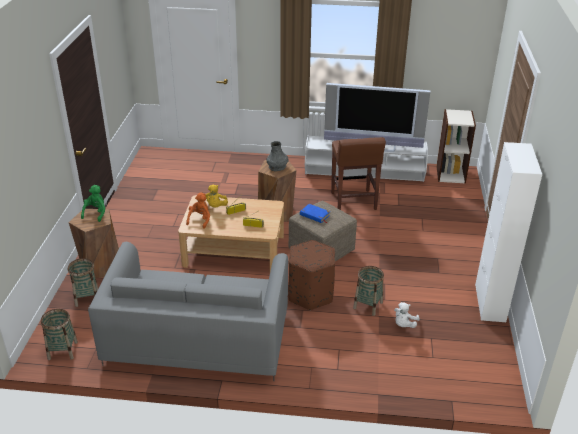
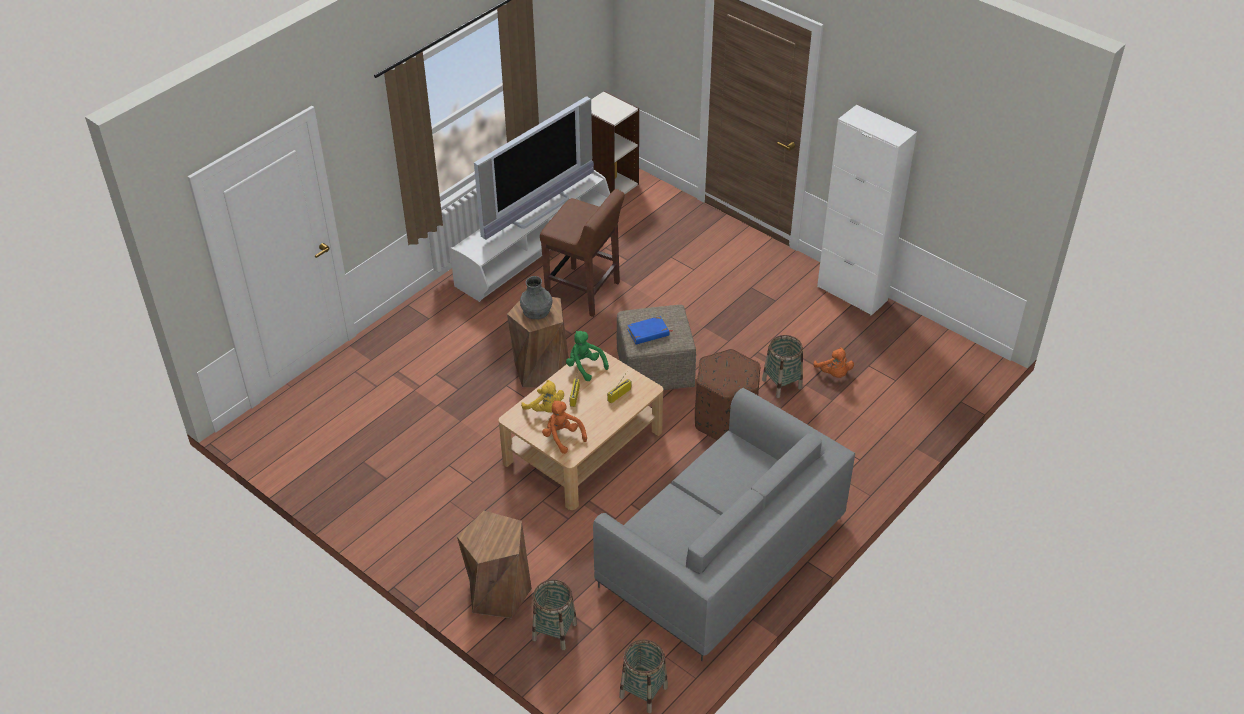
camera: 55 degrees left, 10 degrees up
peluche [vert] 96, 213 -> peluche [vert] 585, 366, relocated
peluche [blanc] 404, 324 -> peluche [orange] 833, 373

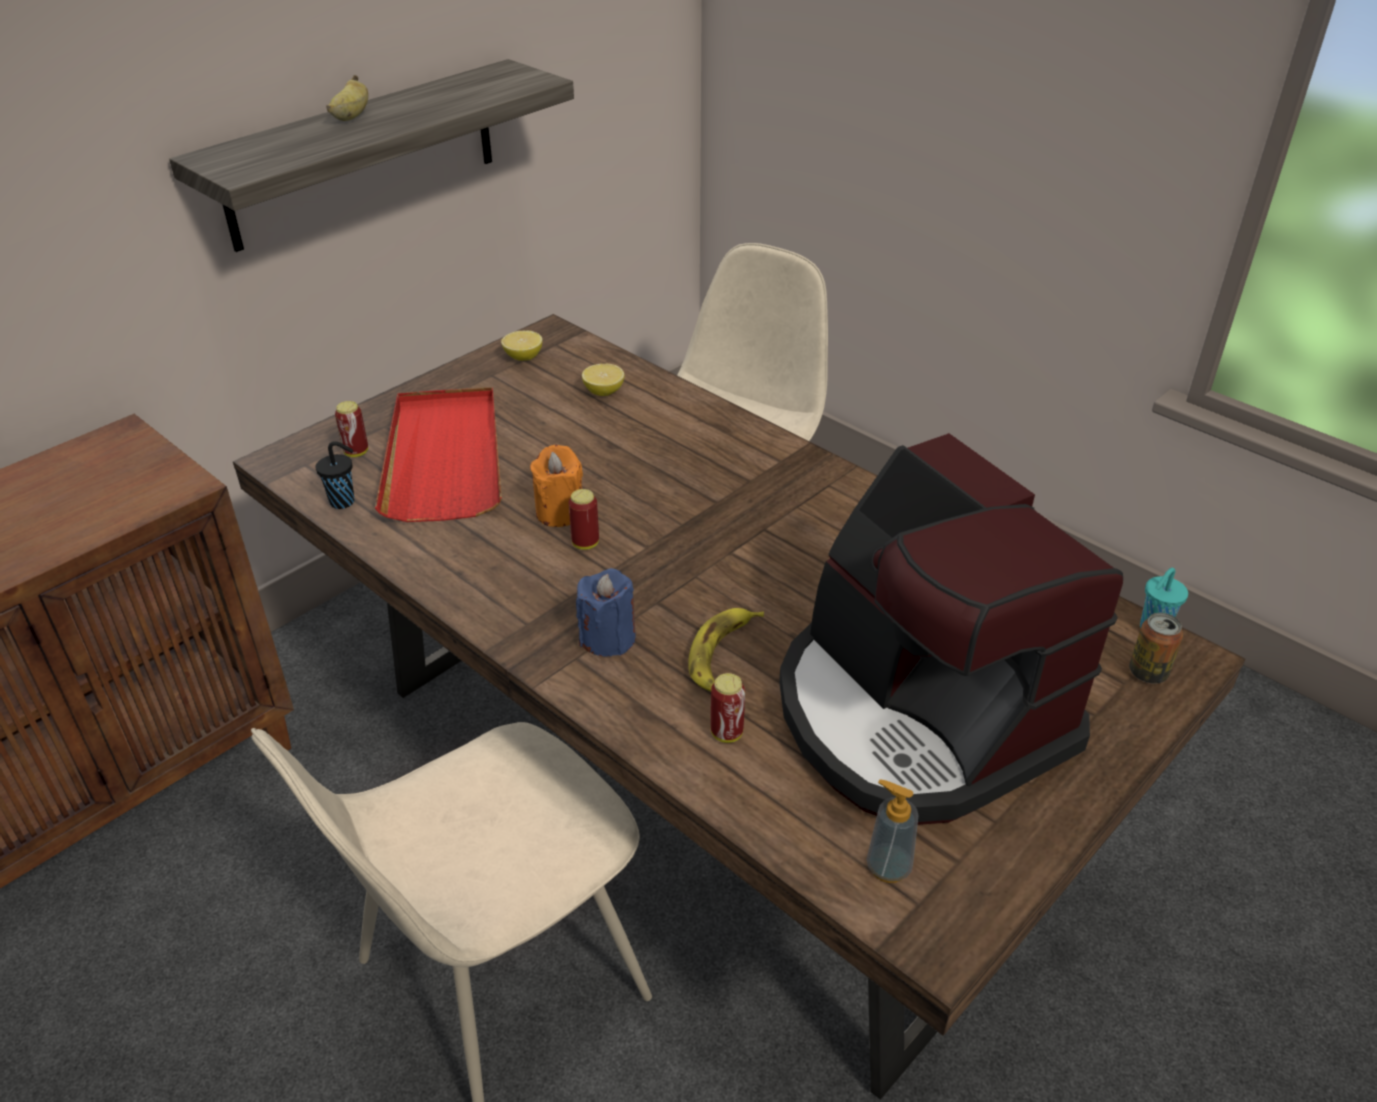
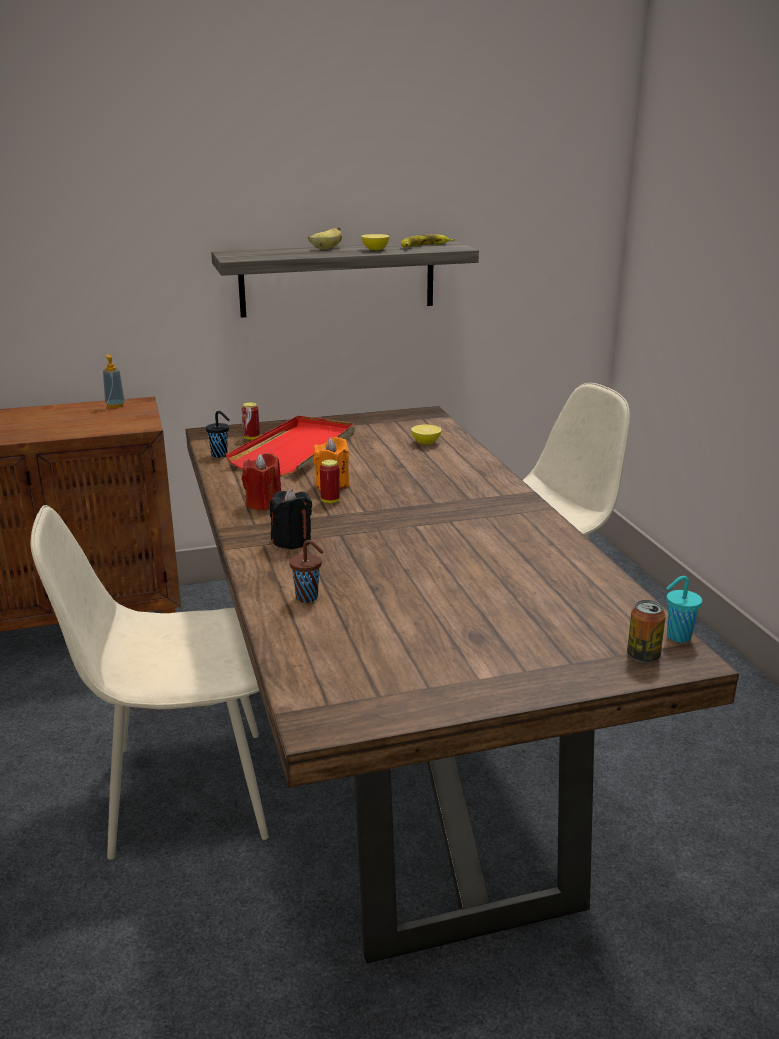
camera: 30 degrees right, 15 degrees down
machine à café 916, 716 -> none
none -> bougie [rouge] 263, 503
citron 523, 357 -> citron 375, 249, relocated
banane 722, 654 -> banane 424, 246, relocated
distributeur de savon 888, 867 -> distributeur de savon 115, 405, relocated
boîte métallique 726, 733 -> tasse [marron] 308, 598
bougie [bleu] 608, 638 -> bougie [noir] 291, 541

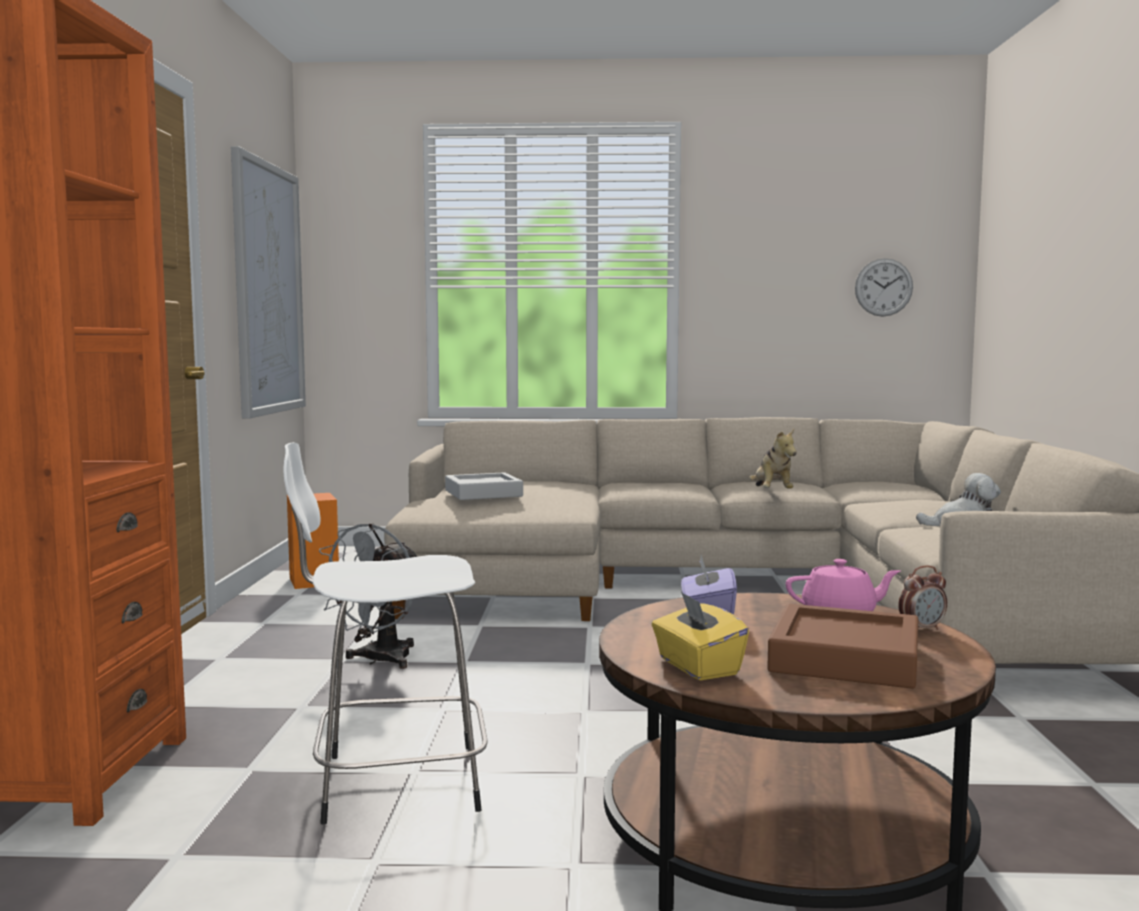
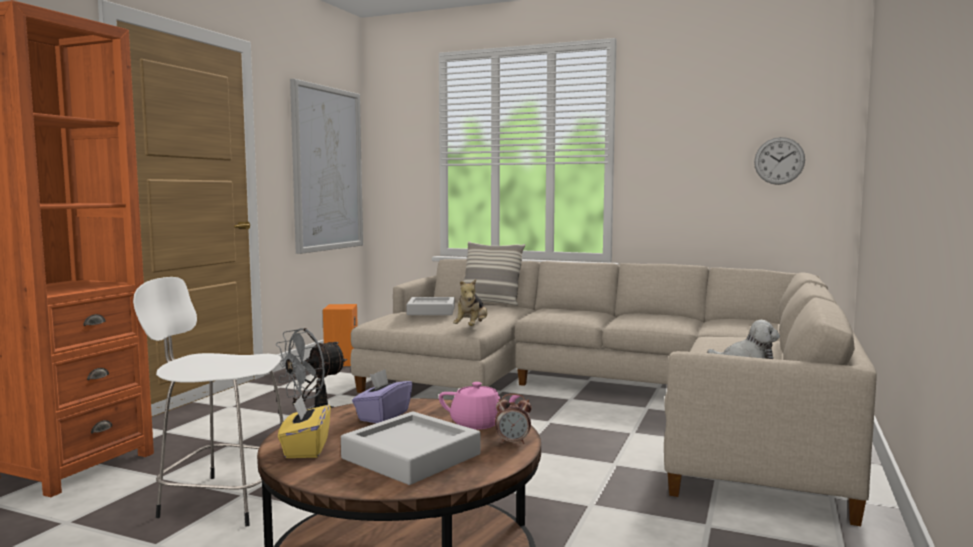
camera: 20 degrees right, 0 degrees up
none -> coussin 490, 303
peluche 772, 493 -> peluche 471, 328, relocated
plateau [marron] 845, 658 -> plateau [gris] 411, 456

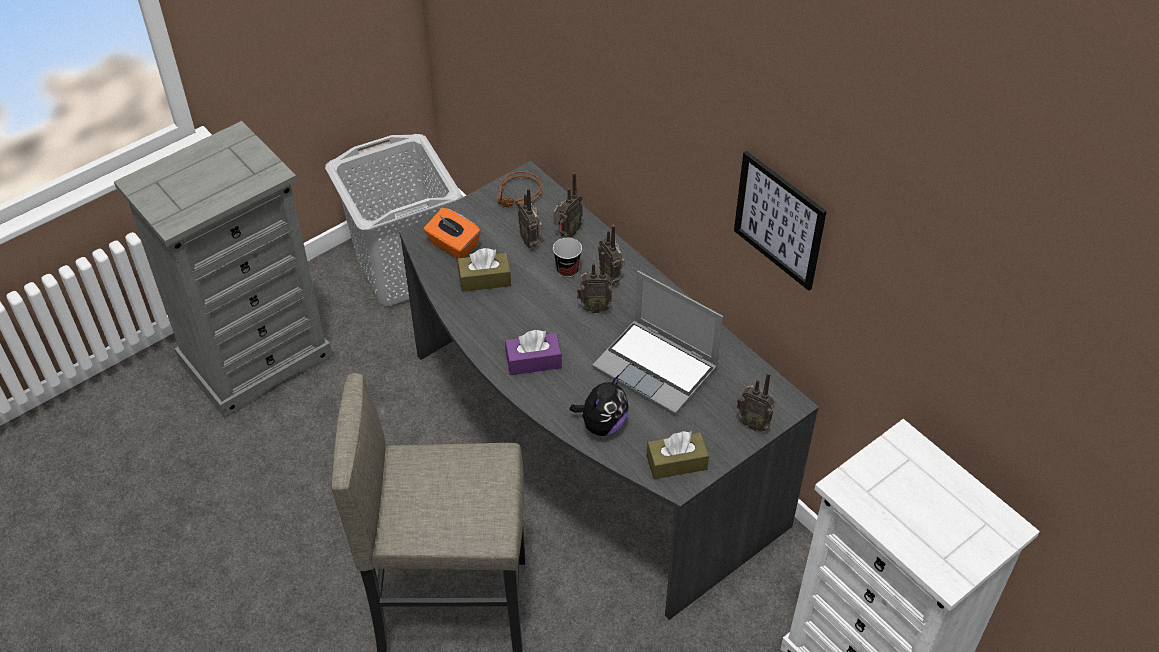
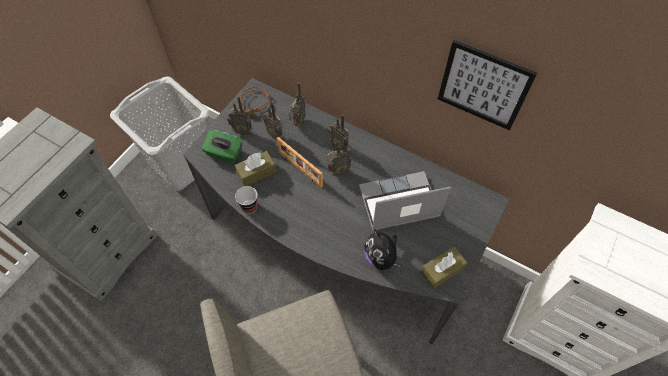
camera: 20 degrees left, 10 degrees up
boîte à mouchoirs [violet] 533, 361 -> none
none -> cadre photo 299, 169
tasse 567, 270 -> tasse 249, 207, relocated
radio 753, 423 -> radio 242, 131, relocated
boîte à mouchoirs [orange] 453, 245 -> boîte à mouchoirs [vert] 224, 153
peluche 602, 424 -> peluche 381, 258, 135 degrees clockwise
ordinateur portable 657, 368 -> ordinateur portable 398, 203, 150 degrees clockwise

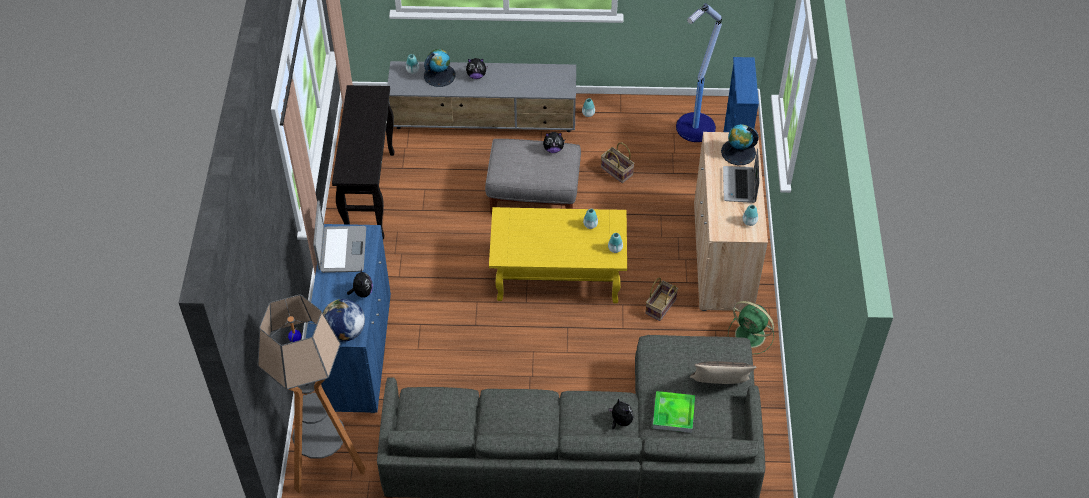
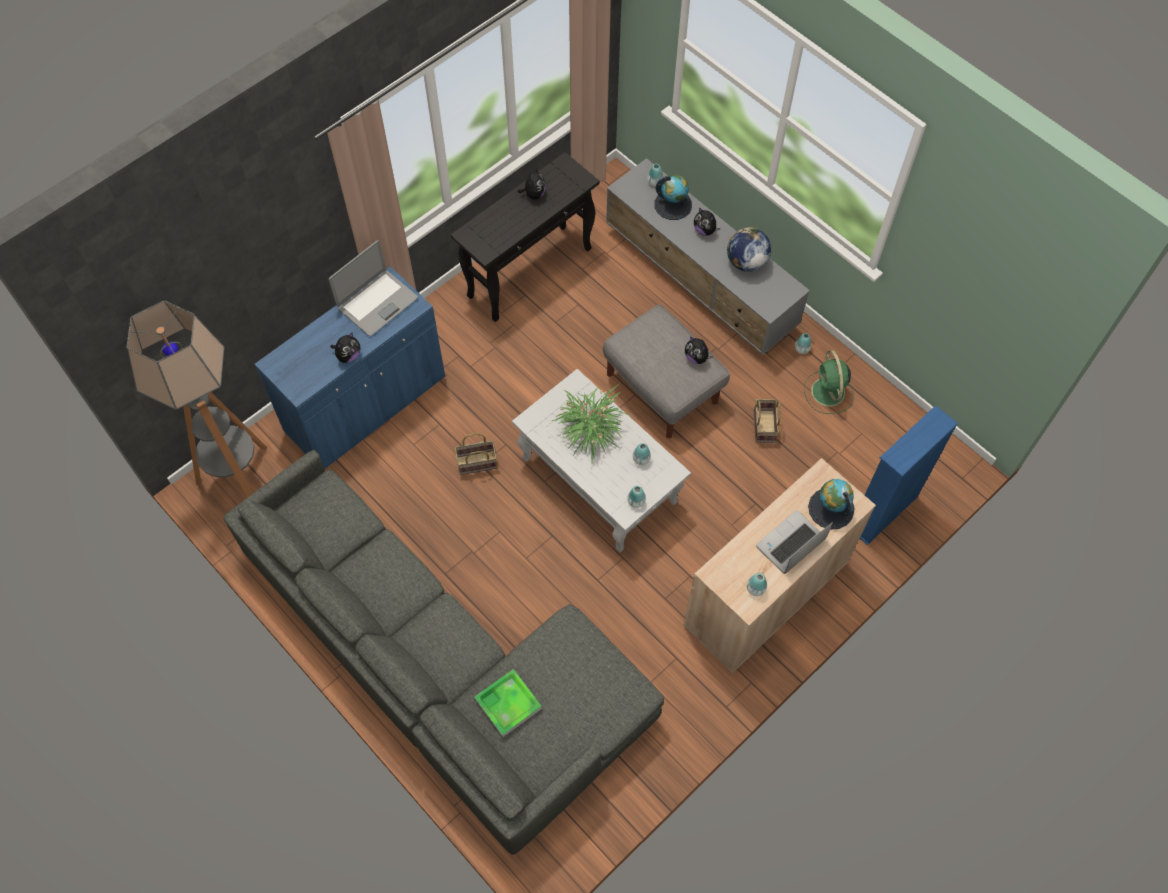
camera: 45 degrees right, 10 degrees up
lampadaire 694, 128 -> none
coussin 719, 386 -> none
none -> plante en pot 590, 429
globe 345, 332 -> globe 746, 262, relocated
peluche 620, 421 -> peluche 534, 194, relocated
panier 661, 307 -> panier 476, 464, relocated
ventilateur [vert] 751, 336 -> ventilateur [vert] 828, 393, relocated
table basse [jaune] 557, 275 -> table basse [blanc] 598, 479

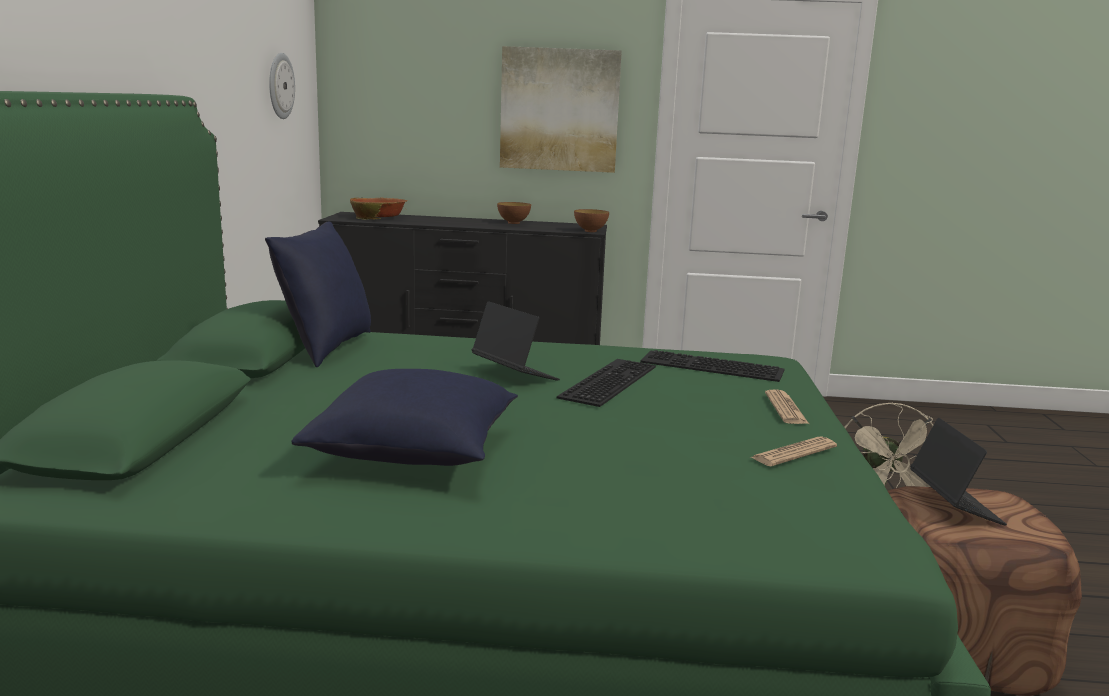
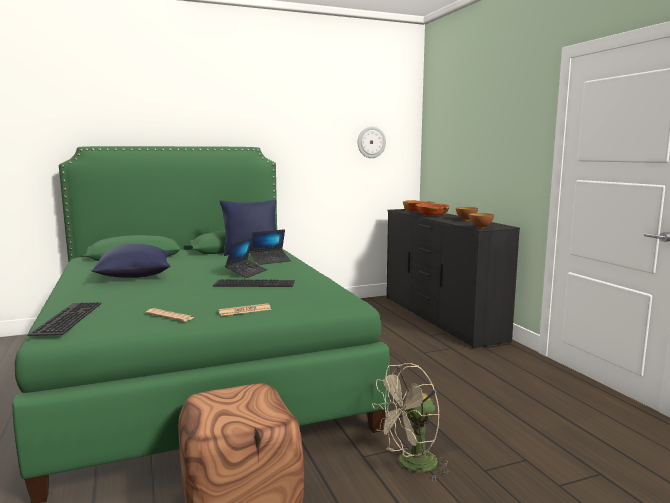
camera: 65 degrees right, 5 degrees down
tableau 559, 110 -> none
none -> bol 431, 215
clavier 710, 366 -> clavier 66, 318, relocated
ordinateur portable 954, 505 -> ordinateur portable 270, 261, relocated

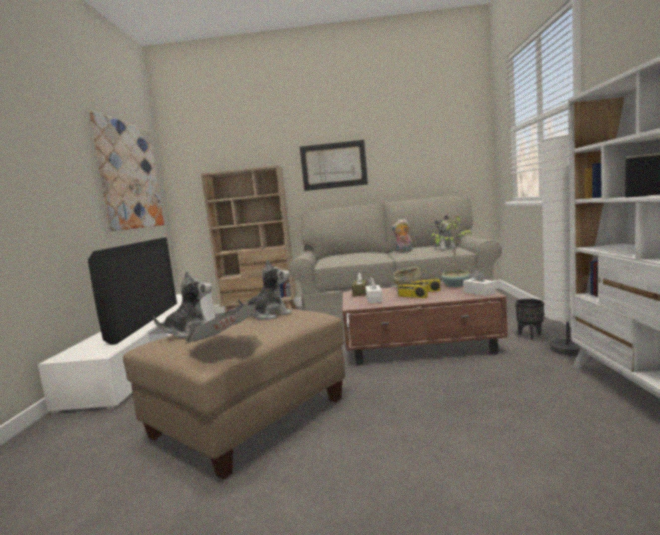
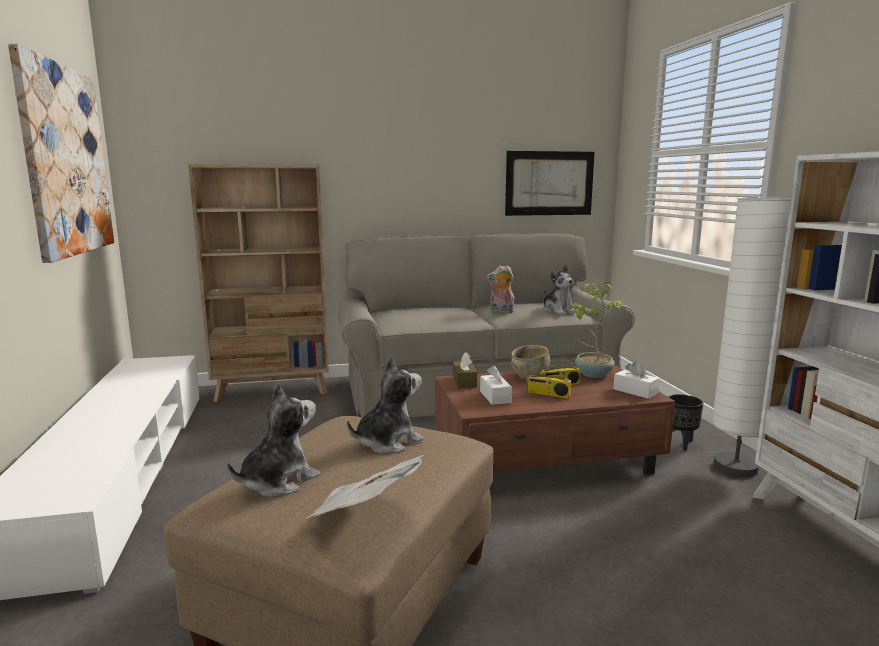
camera: 15 degrees left, 5 degrees up
téléviseur 143, 321 -> none
tableau 333, 165 -> tableau 549, 183, relocated

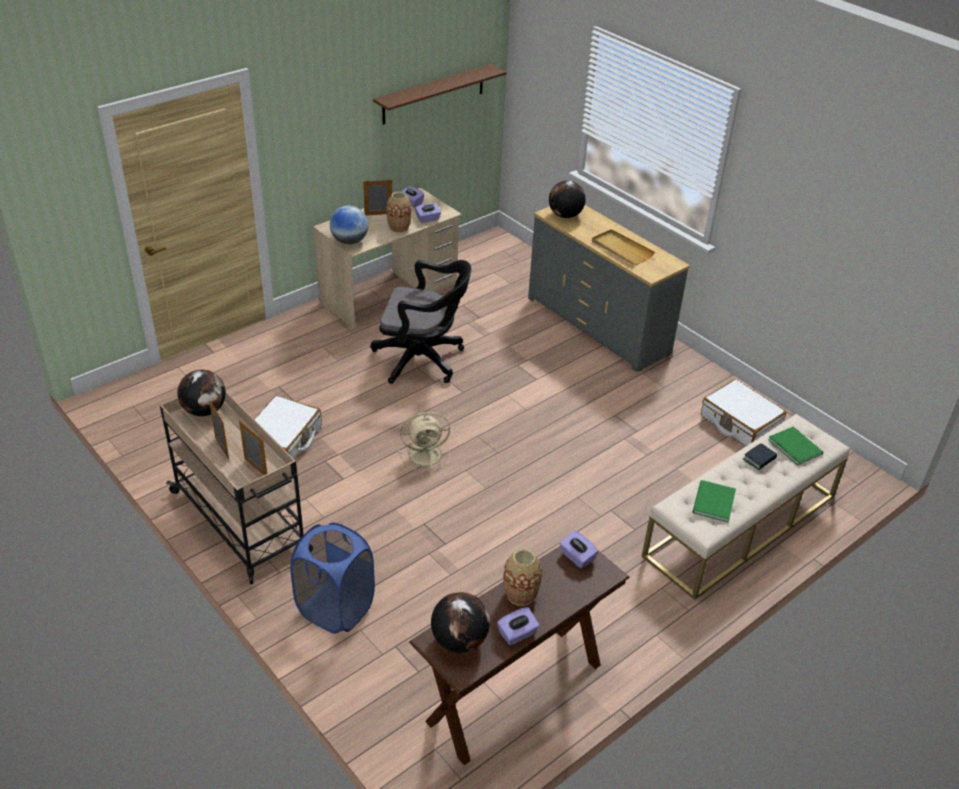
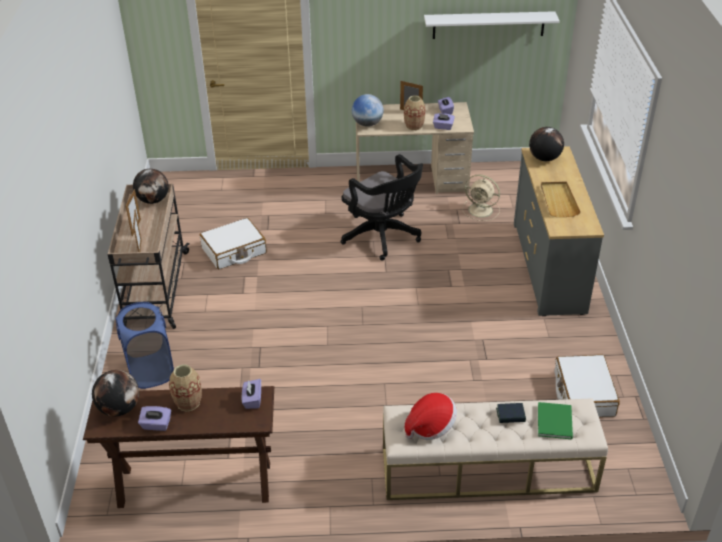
camera: 40 degrees right, 0 degrees up
ventilateur [beige] 426, 455 -> ventilateur [beige] 481, 210, relocated
livre [vert] 712, 503 -> chapeau 430, 426
étagère [marron] 433, 94 -> étagère [blanc] 488, 25

